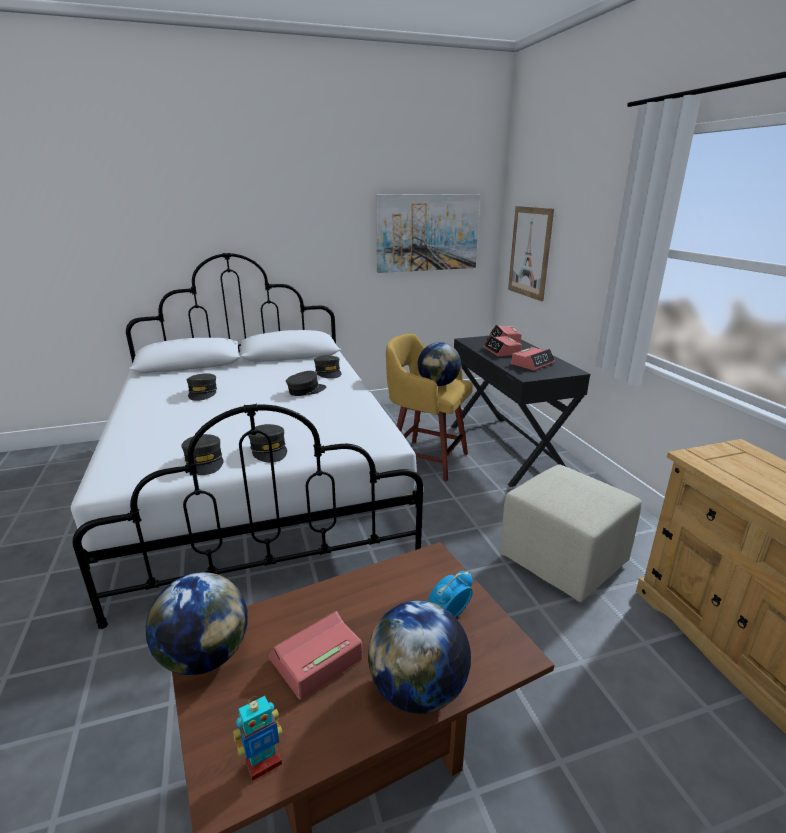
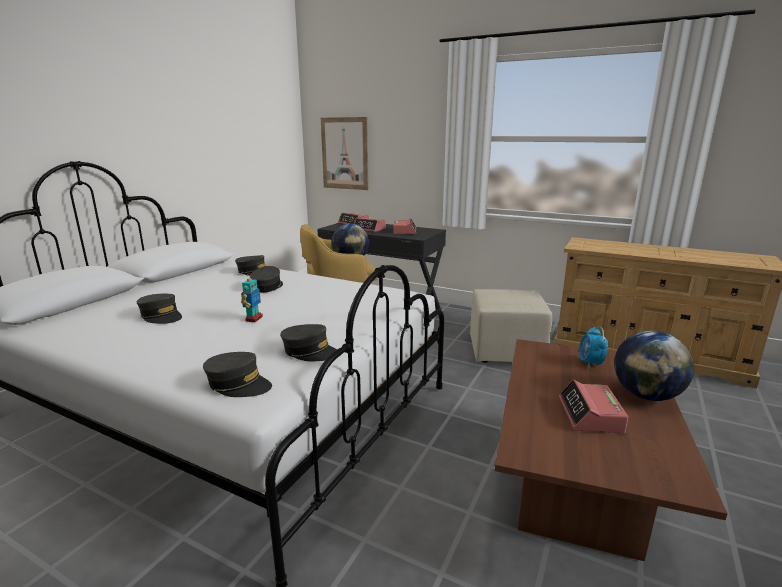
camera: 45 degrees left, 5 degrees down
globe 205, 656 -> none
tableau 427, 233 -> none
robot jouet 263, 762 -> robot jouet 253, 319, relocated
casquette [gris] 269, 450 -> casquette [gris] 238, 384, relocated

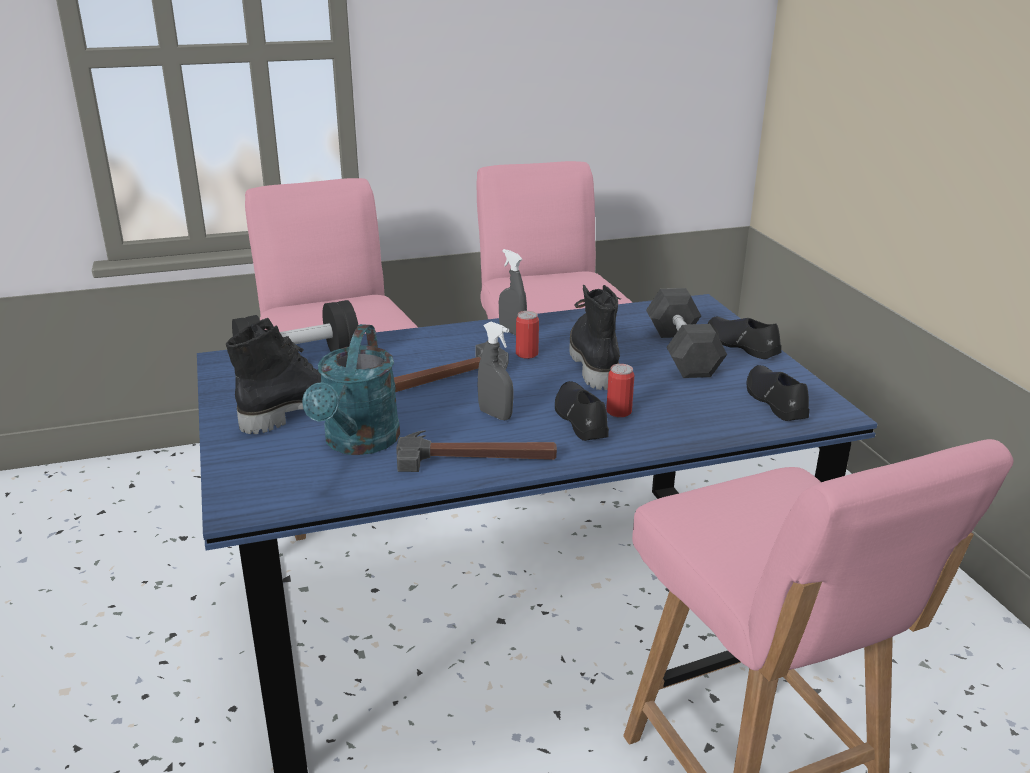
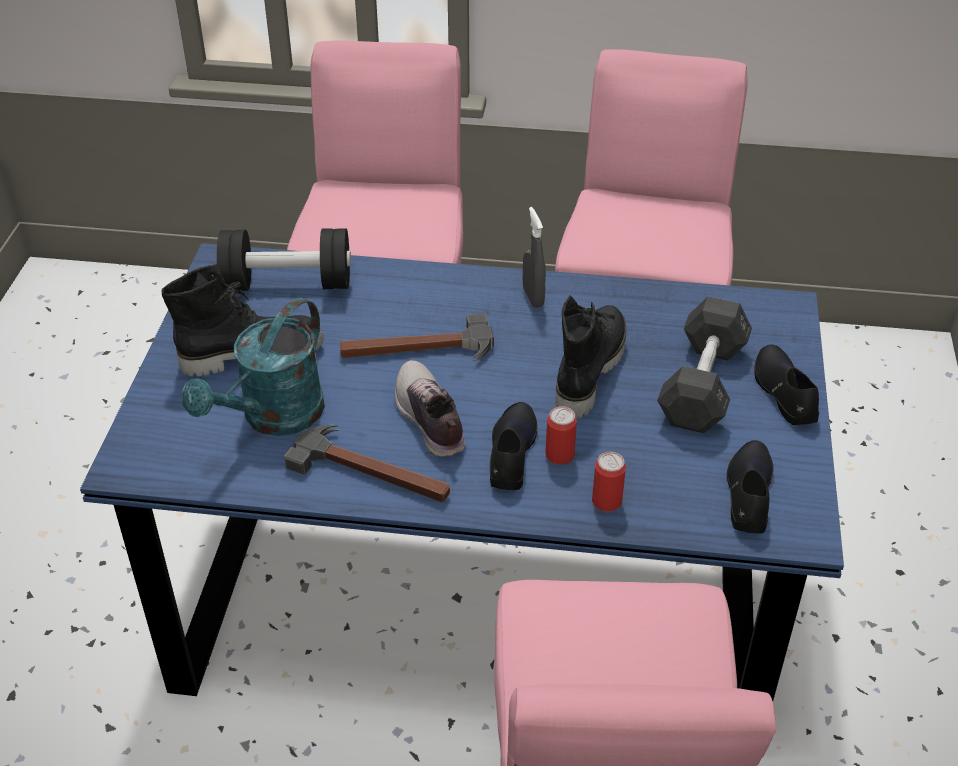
camera: 25 degrees right, 15 degrees up
boîte métallique 527, 354 -> boîte métallique 606, 501, relocated
vaporisateur [gris] 495, 415 -> chaussure 429, 420

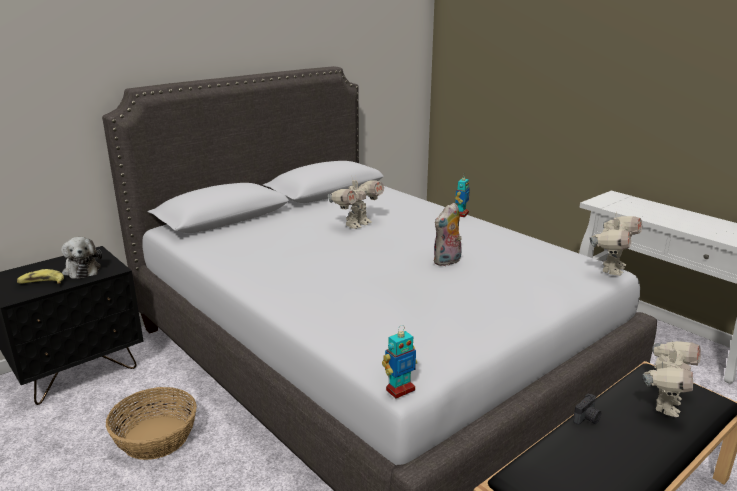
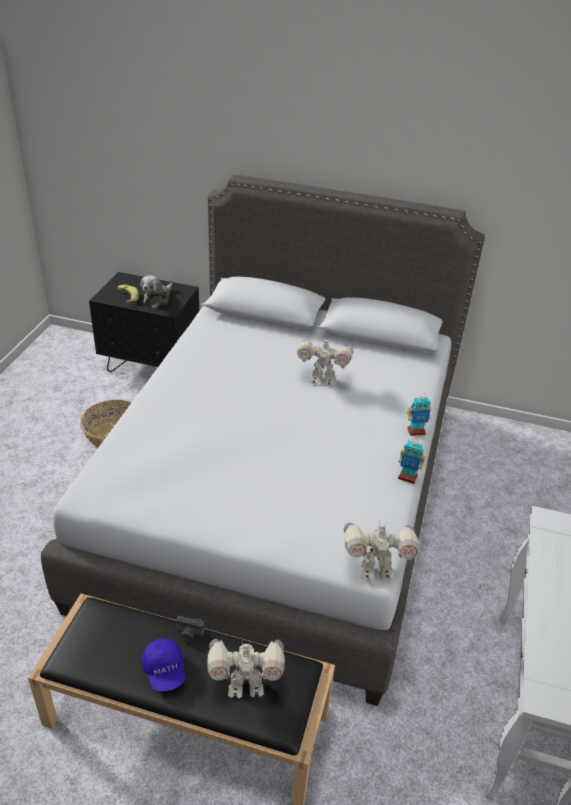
camera: 55 degrees right, 15 degrees up
peluche 447, 262 -> none
none -> casquette [bleu] 164, 671
robot jouet 400, 390 -> robot jouet 407, 477, relocated

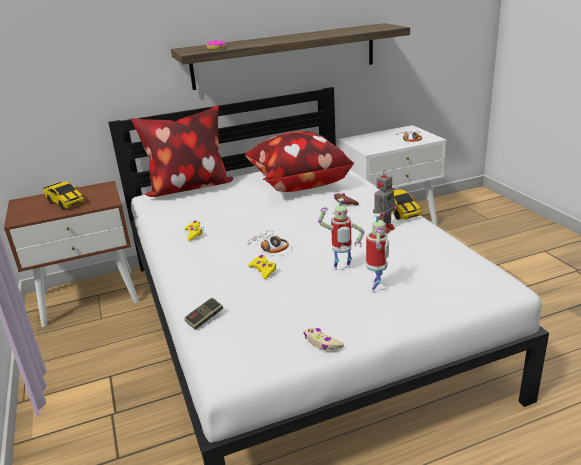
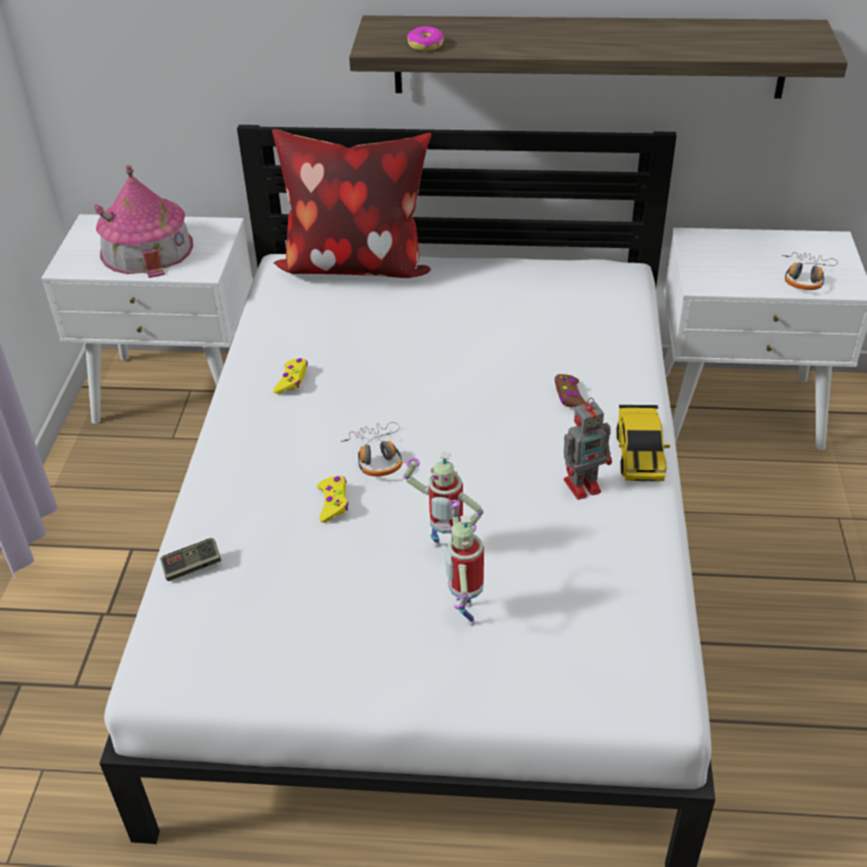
camera: 25 degrees right, 15 degrees up
coussin 298, 184 -> none
manette [beige] 322, 343 -> none
petite voiture 65, 202 -> maison miniature 147, 249
table de chevet [marron] 90, 297 -> table de chevet [blanc] 178, 390
robot jouet 377, 288 -> robot jouet 464, 613, 135 degrees clockwise

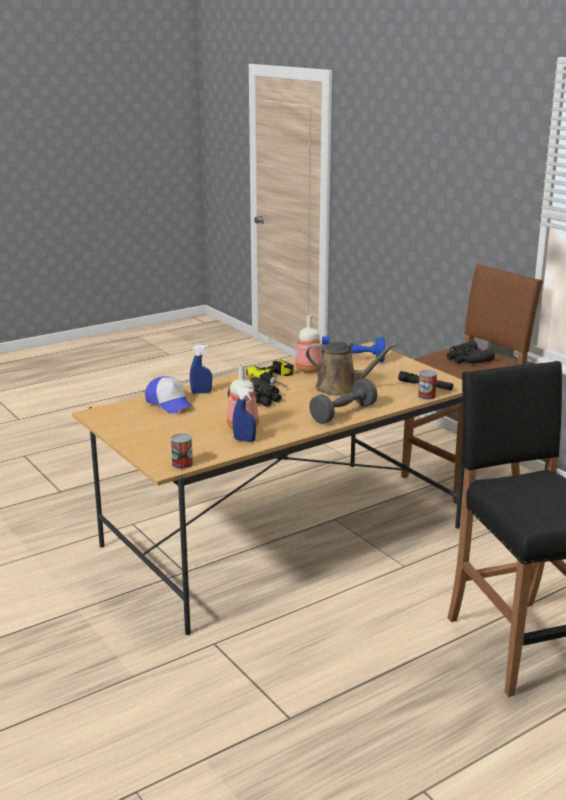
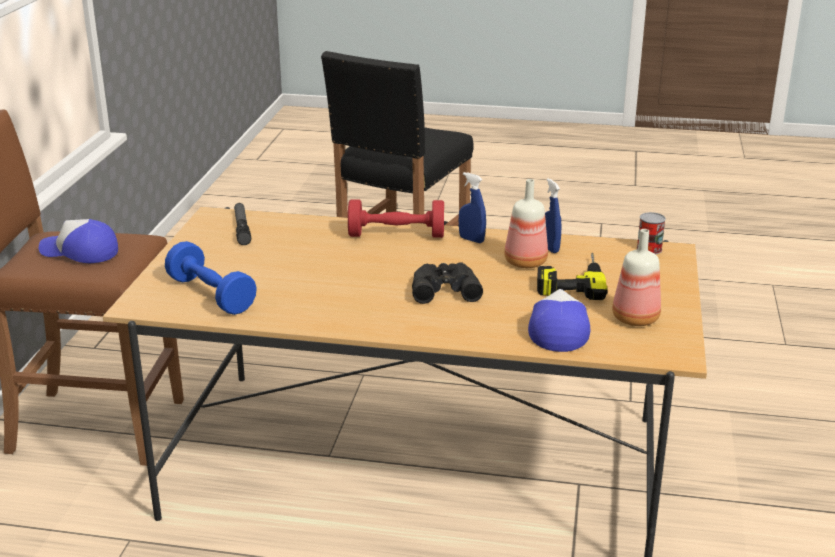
camera: 135 degrees left, 5 degrees up
arrosoir [marron] 341, 388 -> none
boîte métallique 426, 396 -> none
vaporisateur [bleu] 201, 392 -> vaporisateur [bleu] 471, 239, relocated
perceuse 279, 380 -> perceuse 570, 280, relocated
bouteille 310, 369 -> bouteille 634, 318, relocated
jumelles [noir] 467, 359 -> casquette 80, 252
haltère [gris] 343, 413 -> haltère [rouge] 396, 235

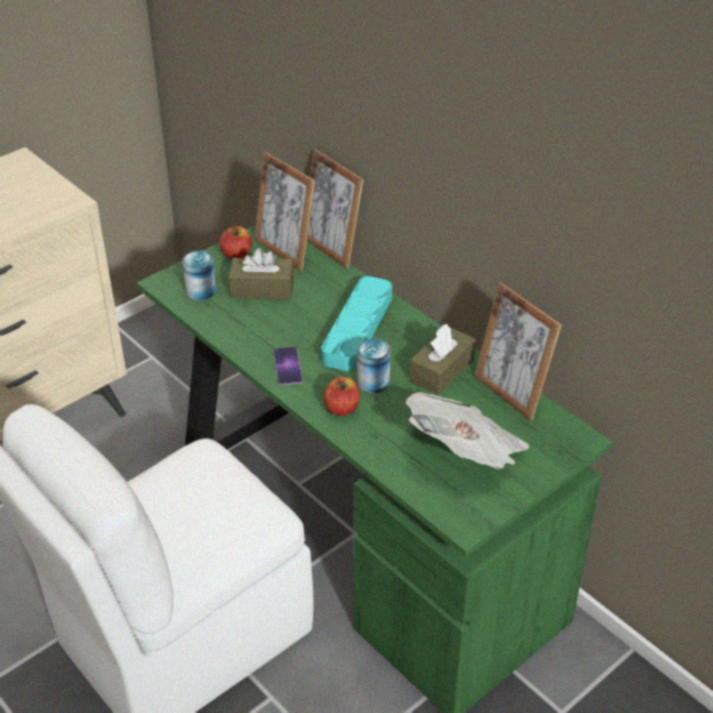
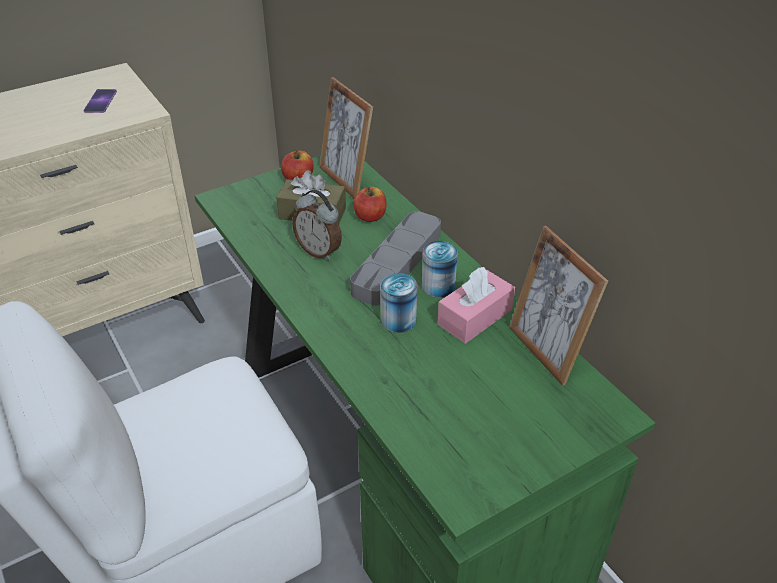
camera: 10 degrees right, 0 degrees up
cadre photo 332, 249 -> none
journal 466, 454 -> none
none -> réveil 319, 251
boîte métallique 200, 291 -> boîte métallique 438, 286, relocated
téléphone 287, 366 -> téléphone 100, 101, relocated
pomme 342, 408 -> pomme 370, 216, relocated
plateau [turquoise] 357, 328 -> plateau [gris] 397, 262
boîte à mouchoirs [marron] 441, 370 -> boîte à mouchoirs [rose] 475, 317

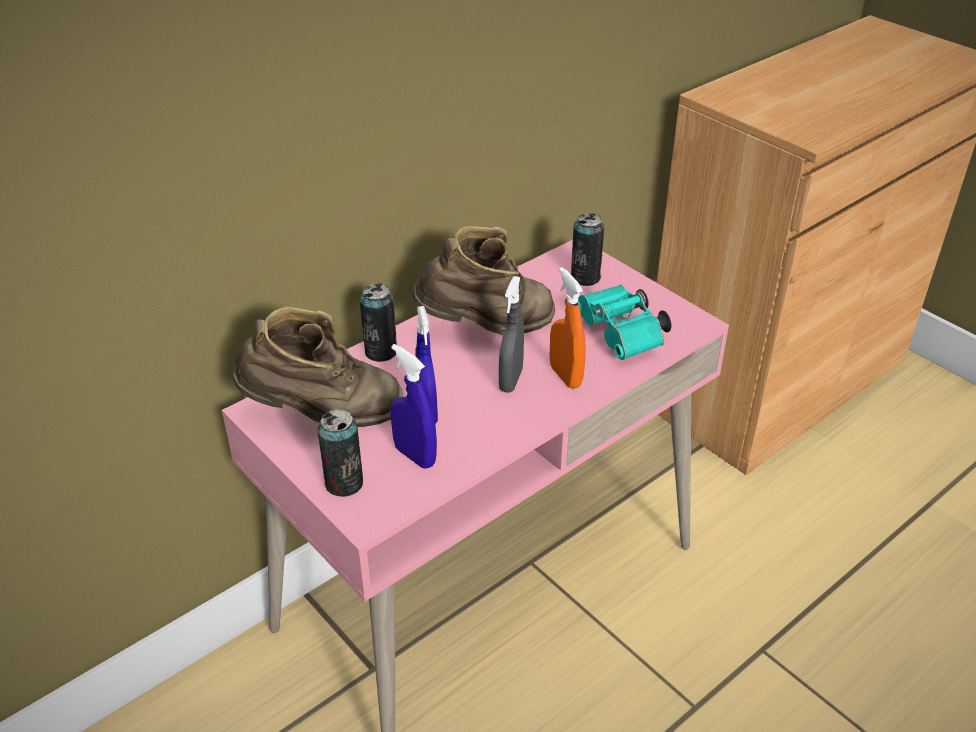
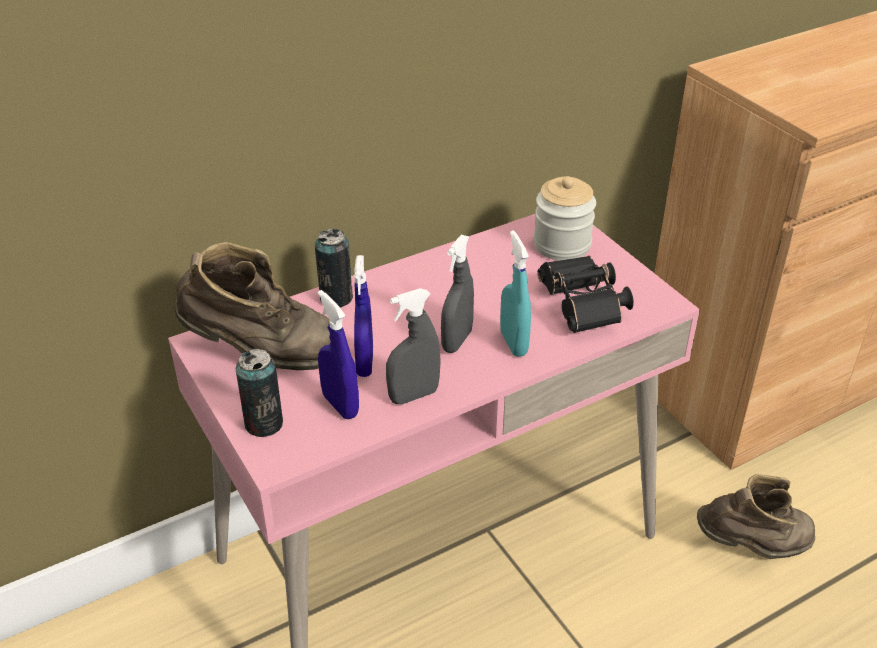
camera: 10 degrees right, 0 degrees up
none -> vaporisateur [gris] 413, 396
botte [marron] 487, 329 -> botte [marron] 753, 548, relocated
boîte métallique 585, 277 -> bocal 562, 245
vaporisateur [orange] 565, 376 -> vaporisateur [turquoise] 513, 343
jumelles [turquoise] 622, 336 -> jumelles [noir] 583, 309

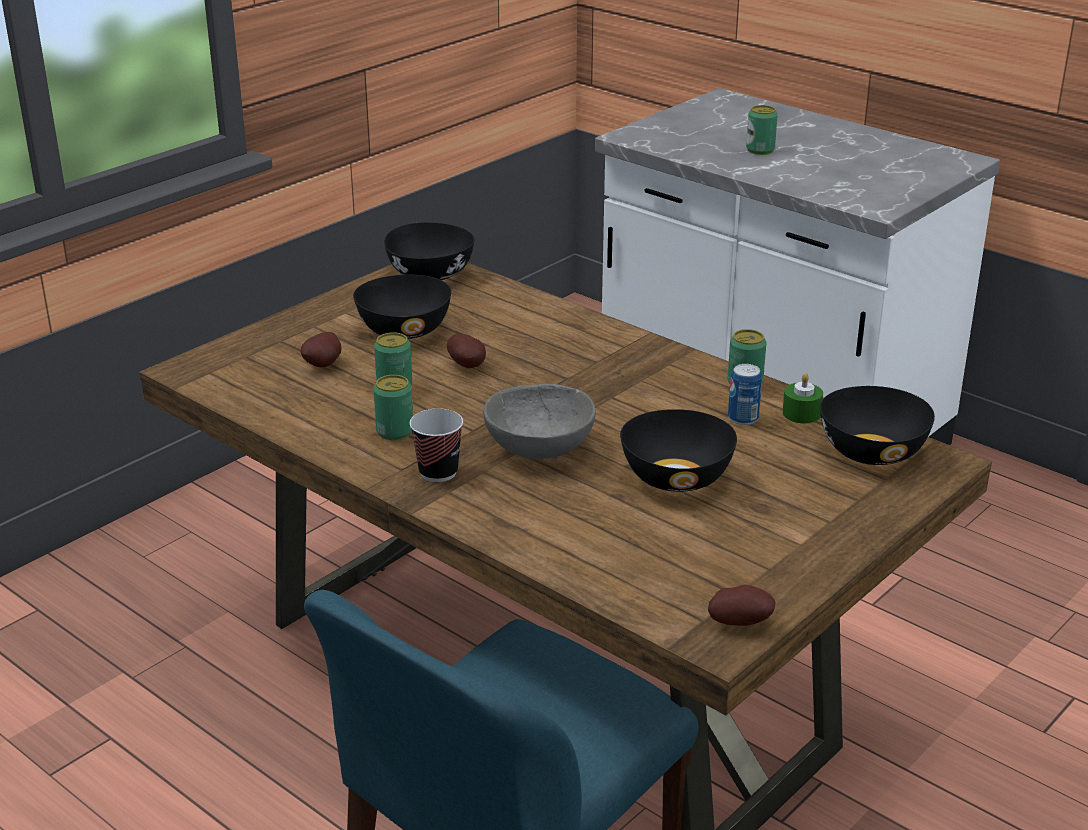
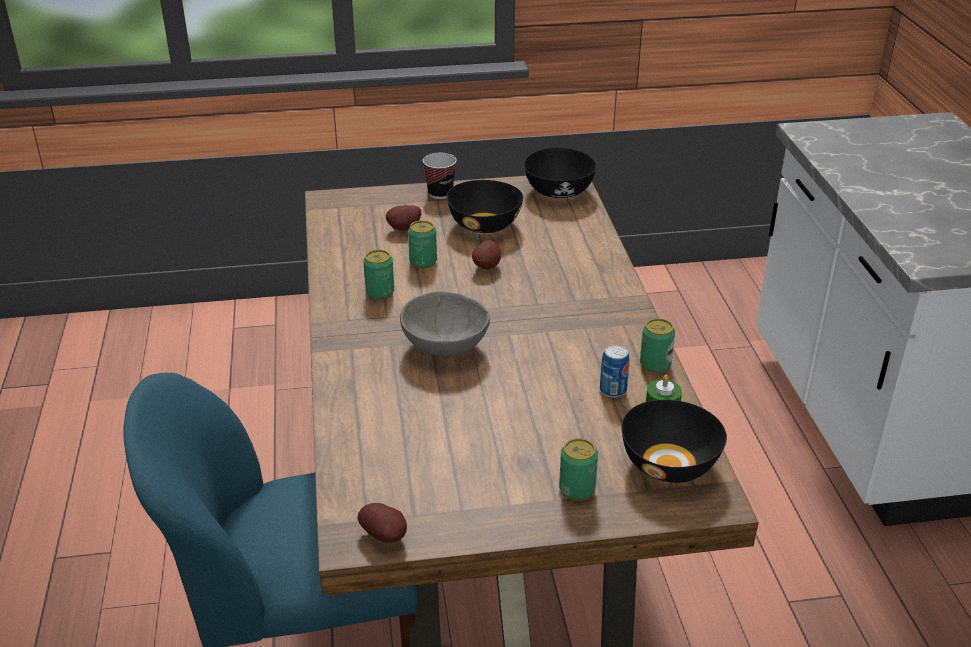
camera: 40 degrees right, 5 degrees up
bol [noir] 677, 477 -> none
tasse 438, 472 -> tasse 440, 193, relocated
boîte métallique 760, 150 -> boîte métallique 577, 489, relocated

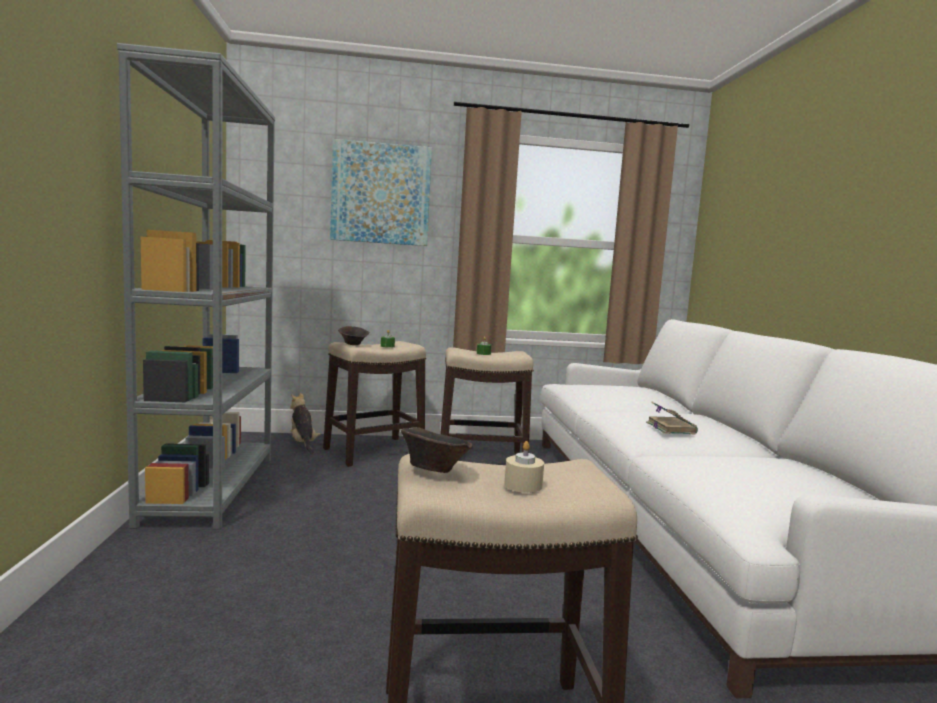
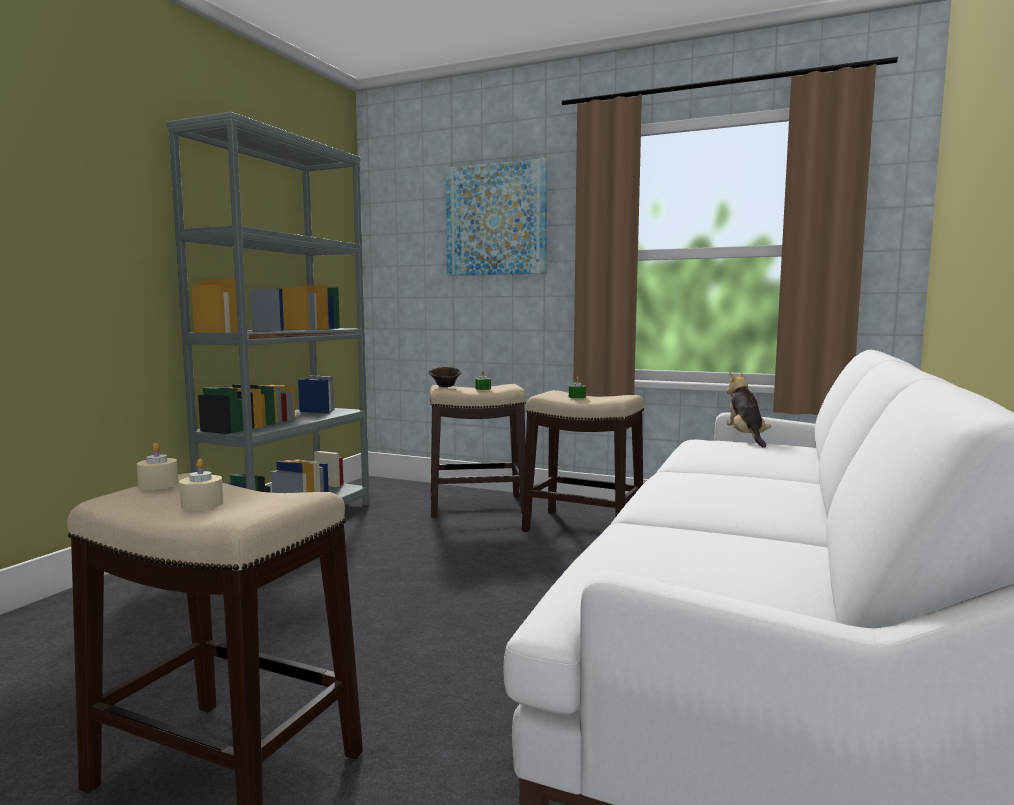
camera: 30 degrees right, 0 degrees up
livre 670, 428 -> none
peluche 303, 443 -> peluche 746, 438, relocated
bol [marron] 433, 470 -> bougie [beige] 158, 485

